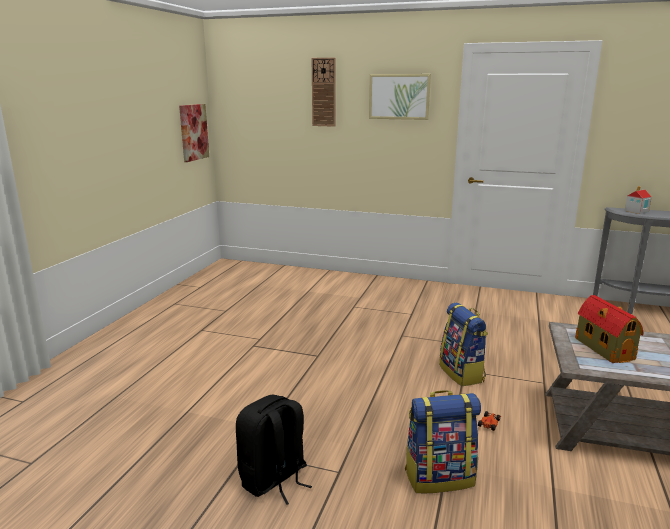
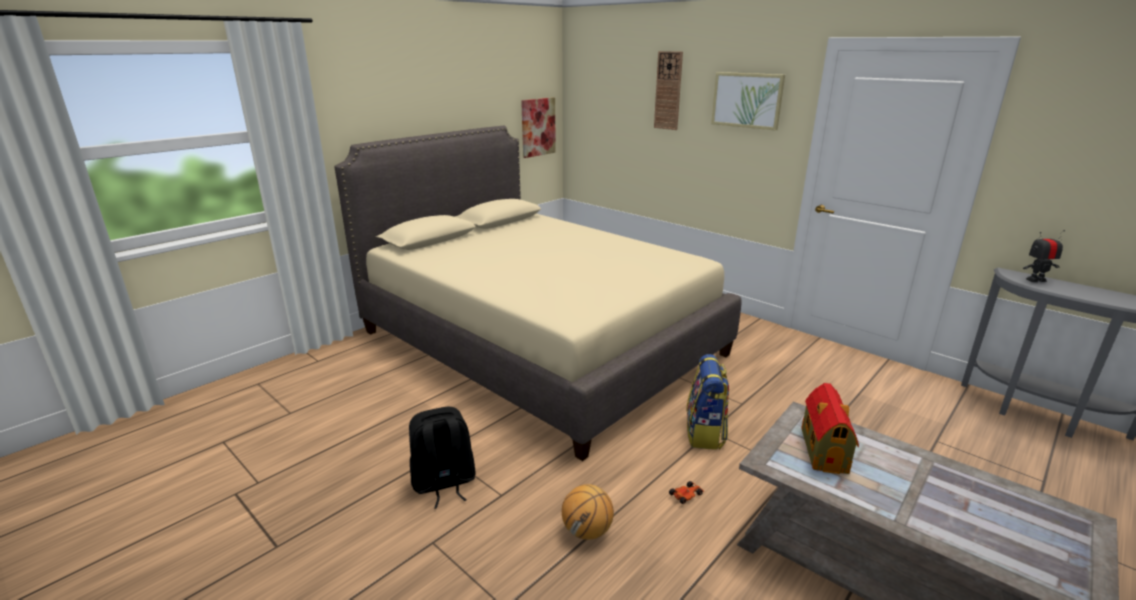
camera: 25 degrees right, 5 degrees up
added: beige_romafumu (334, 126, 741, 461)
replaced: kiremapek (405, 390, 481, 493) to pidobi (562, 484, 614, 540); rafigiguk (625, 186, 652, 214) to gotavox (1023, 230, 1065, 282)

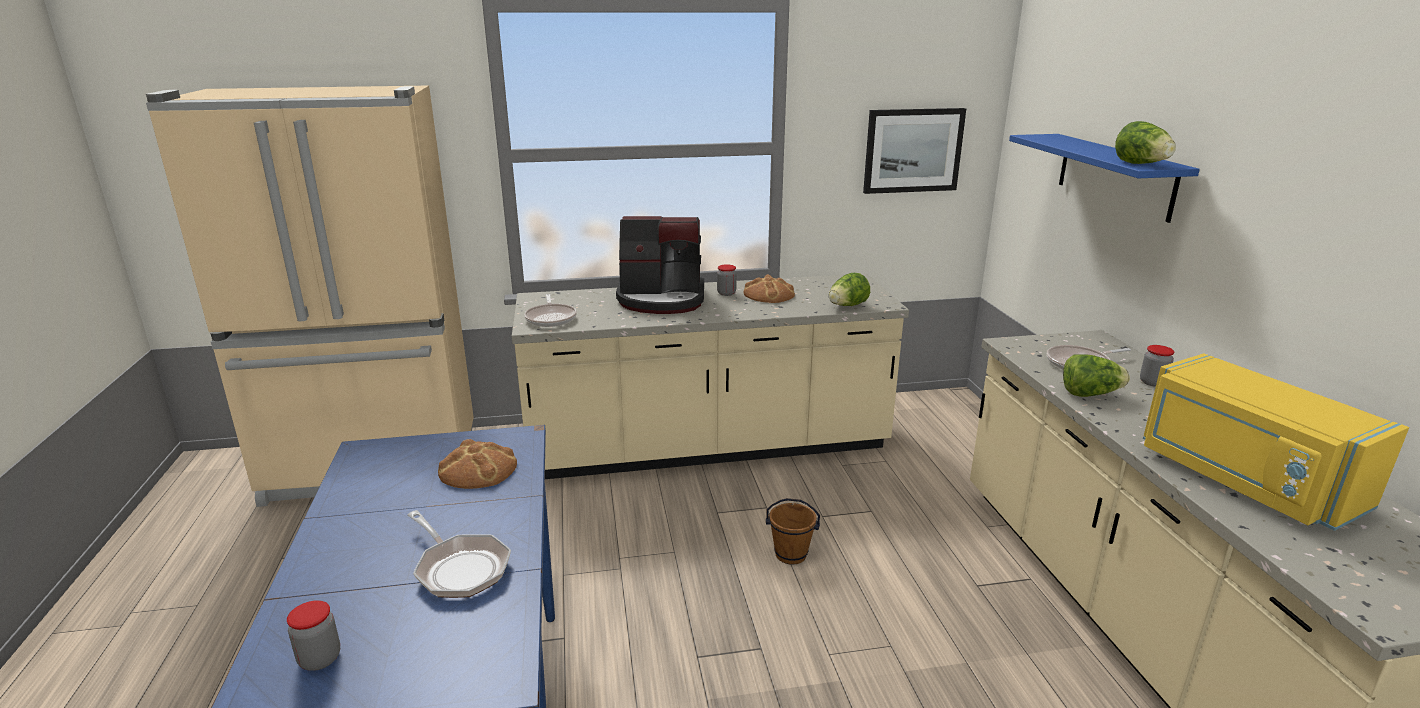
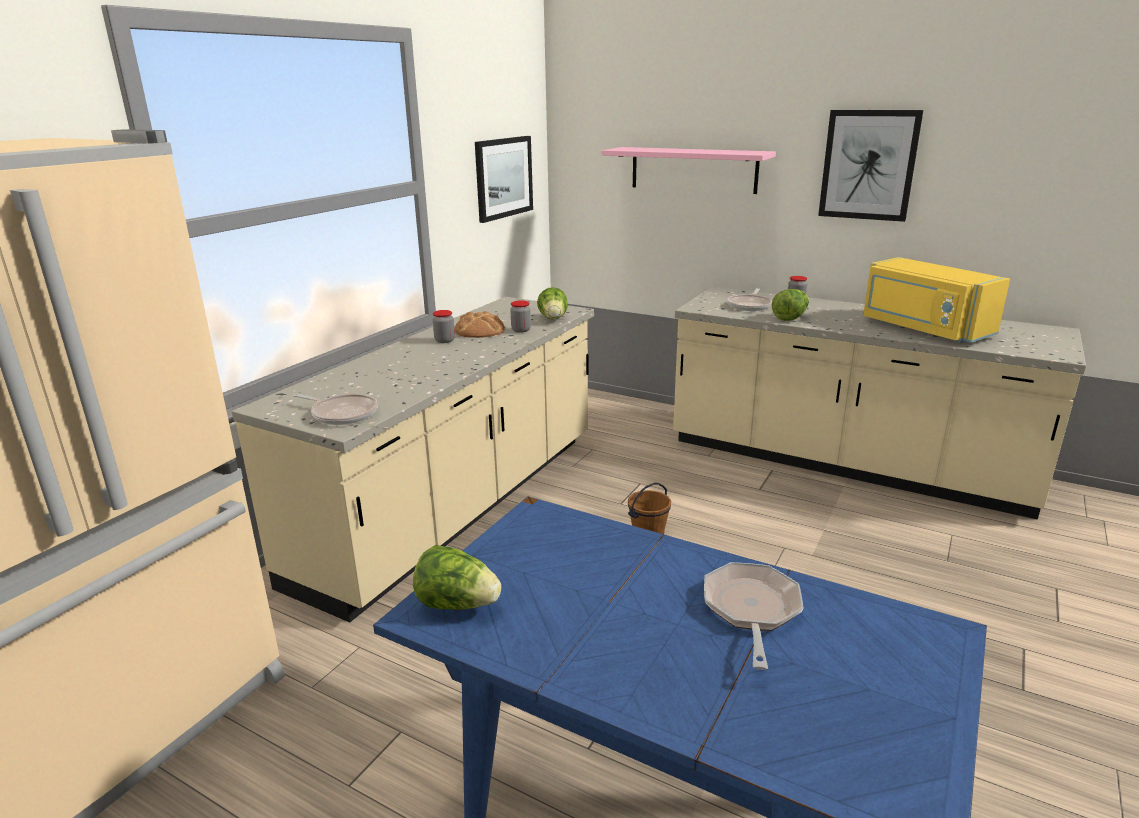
camera: 50 degrees left, 0 degrees up
removed: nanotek (438, 439, 517, 489); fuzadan (616, 216, 704, 314)
added: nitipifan (818, 110, 923, 222)
moved: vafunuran (287, 600, 340, 671) to (510, 301, 531, 333); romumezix (1115, 121, 1176, 164) to (413, 545, 501, 610)
recoloured: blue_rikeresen (1009, 134, 1200, 223) to pink_rikeresen (602, 147, 776, 194)
turned: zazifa (407, 510, 511, 598) = (704, 562, 803, 670) 75 degrees counterclockwise; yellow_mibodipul (1143, 353, 1409, 531) = (863, 257, 1010, 343) 45 degrees clockwise

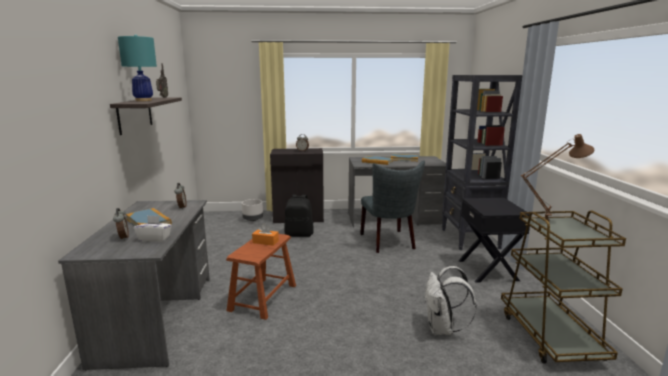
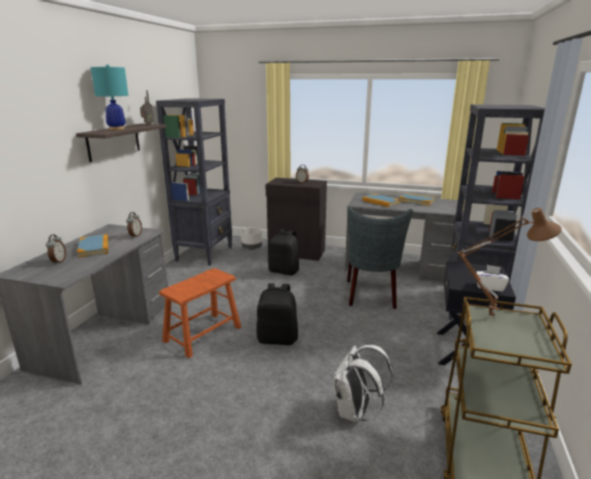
camera: 20 degrees right, 5 degrees up
removed: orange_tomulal (252, 224, 279, 246)
added: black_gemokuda (156, 98, 232, 266); black_kiremapek (257, 283, 298, 345)
moved: white_tomulal (134, 215, 172, 242) to (476, 265, 509, 292)

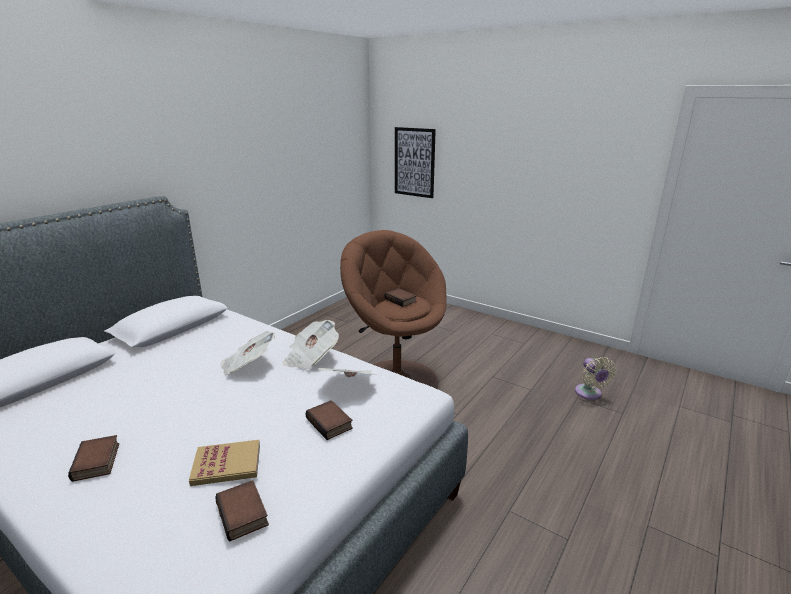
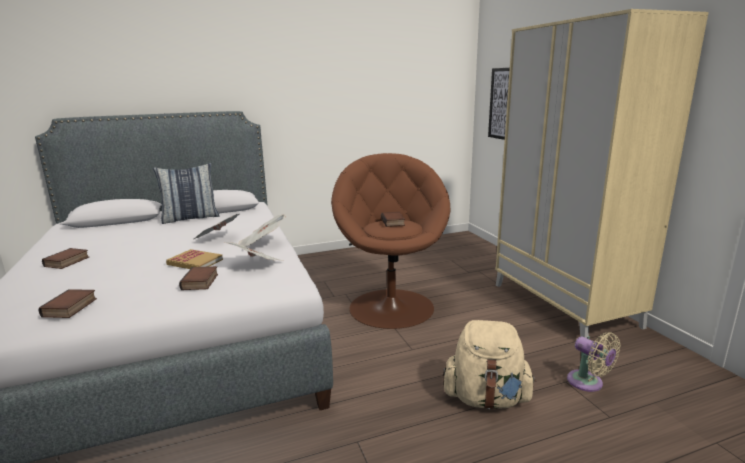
camera: 35 degrees right, 5 degrees down
added: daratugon (153, 163, 220, 224); beige_kiremapek (443, 320, 536, 409); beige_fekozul (495, 9, 709, 338)
moved: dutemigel (189, 440, 260, 486) to (166, 249, 223, 269)
turned: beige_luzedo (575, 357, 616, 400) = (567, 332, 620, 392) 60 degrees counterclockwise

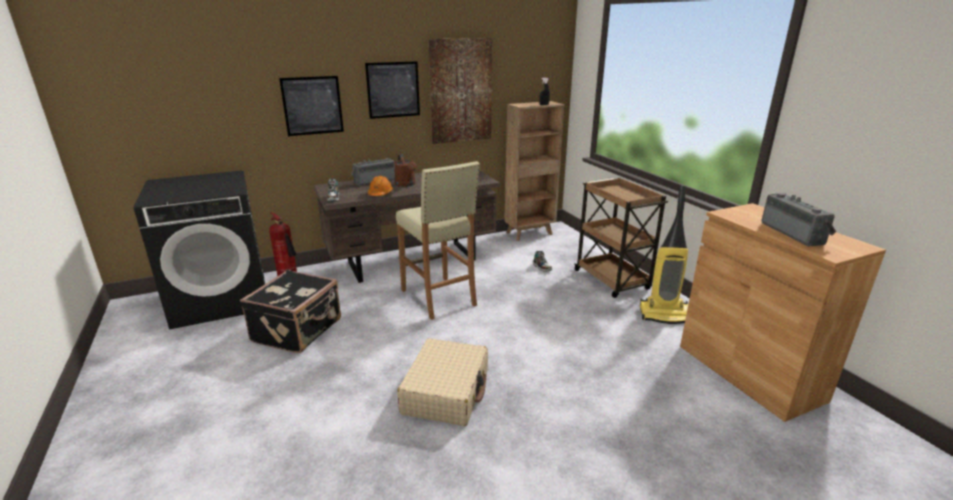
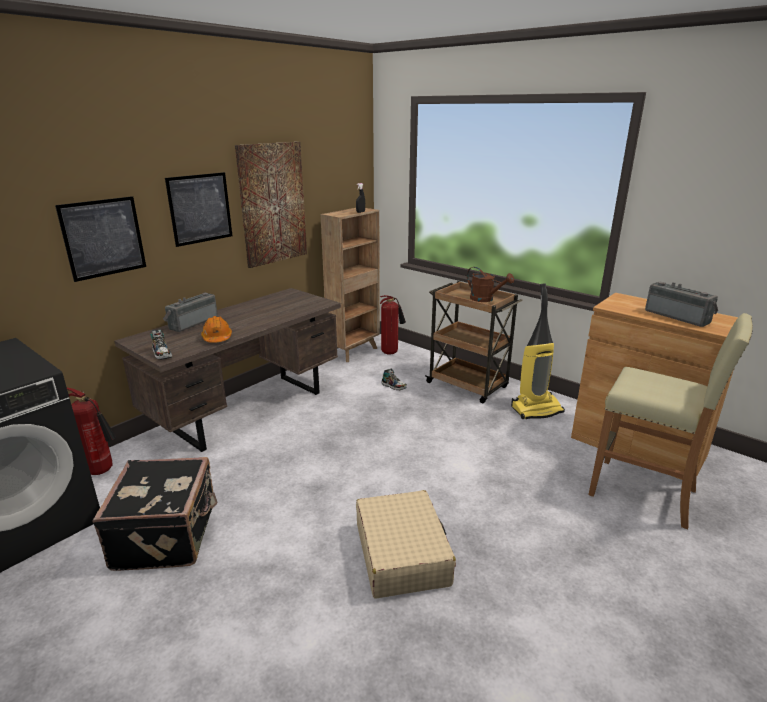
camera: 25 degrees left, 0 degrees up
added: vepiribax (380, 295, 406, 355)
moved: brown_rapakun (394, 154, 417, 187) to (467, 267, 514, 302); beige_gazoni (396, 161, 480, 320) to (588, 313, 753, 529)

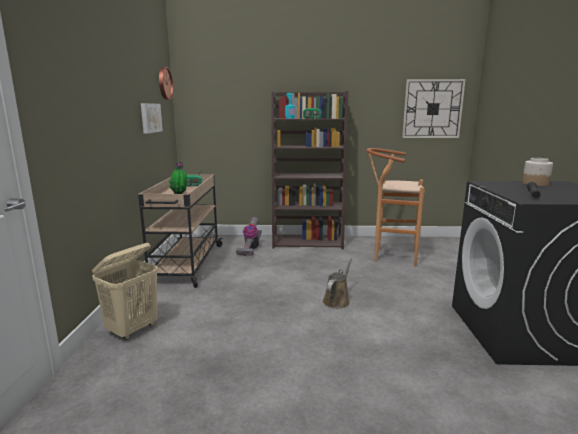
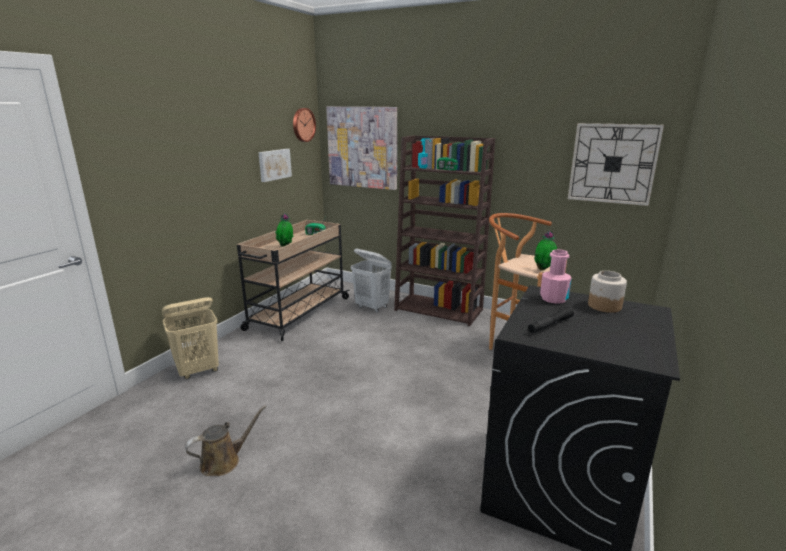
camera: 25 degrees right, 5 degrees up
added: nitipifan (326, 107, 397, 190); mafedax (534, 231, 557, 271); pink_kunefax (540, 249, 572, 304)
moved: brown_rapakun (323, 258, 352, 308) to (185, 405, 267, 476)
replaced: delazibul (236, 217, 262, 256) to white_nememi (351, 249, 392, 313)

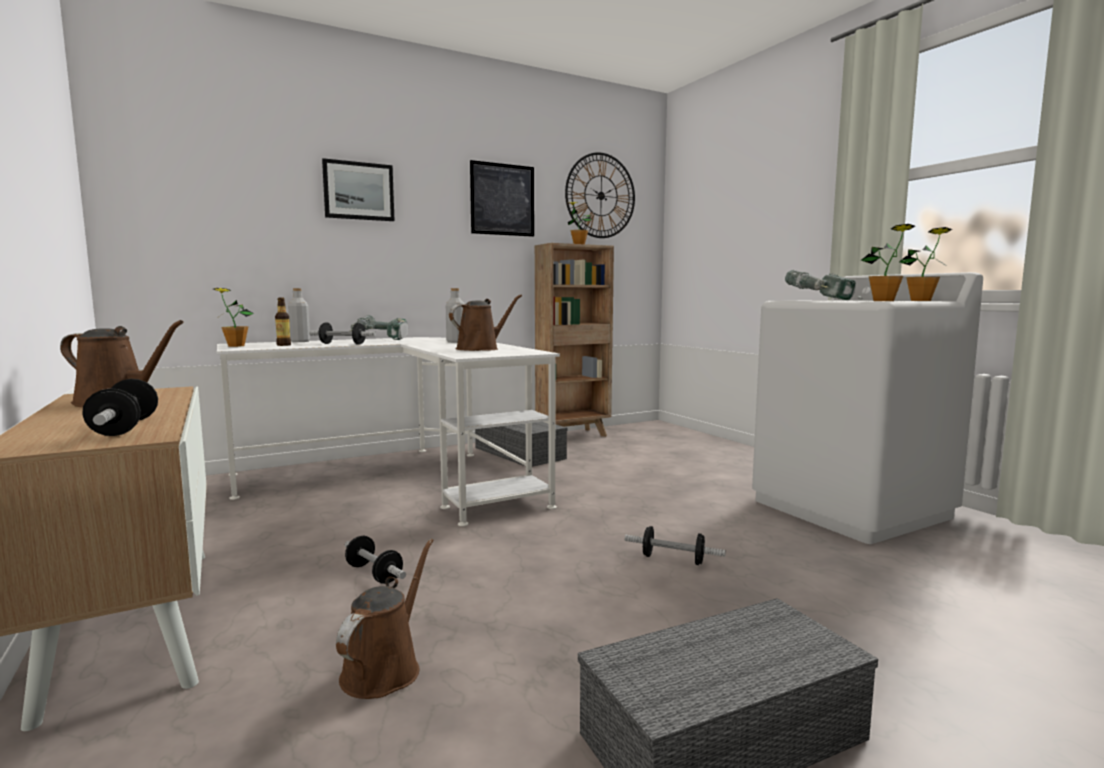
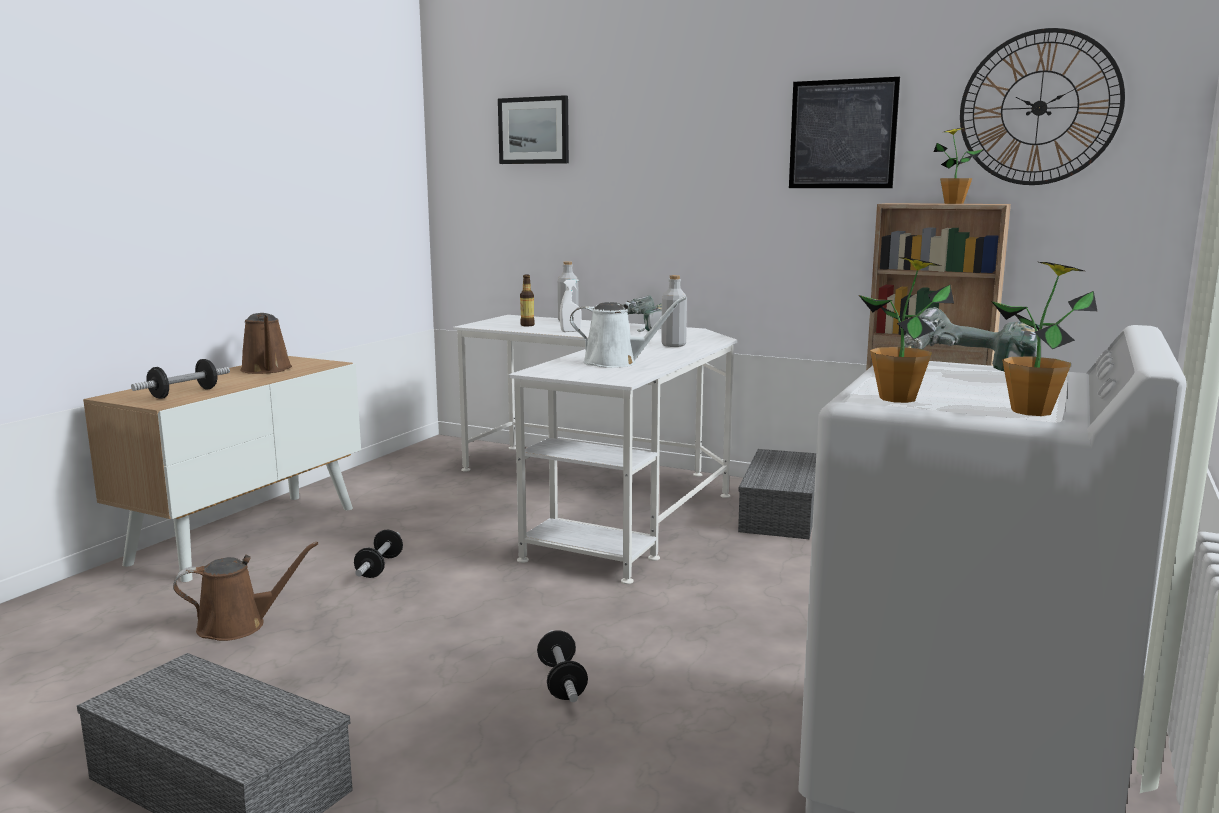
camera: 55 degrees right, 5 degrees up
removed: mafedax (213, 288, 254, 347)
moved: nitipifan (322, 158, 395, 221) to (498, 95, 569, 164)
replaced: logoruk (309, 322, 376, 345) to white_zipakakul (560, 279, 582, 332)
recoloured: brown_rapakun (449, 295, 522, 351) to white_rapakun (570, 296, 687, 368)

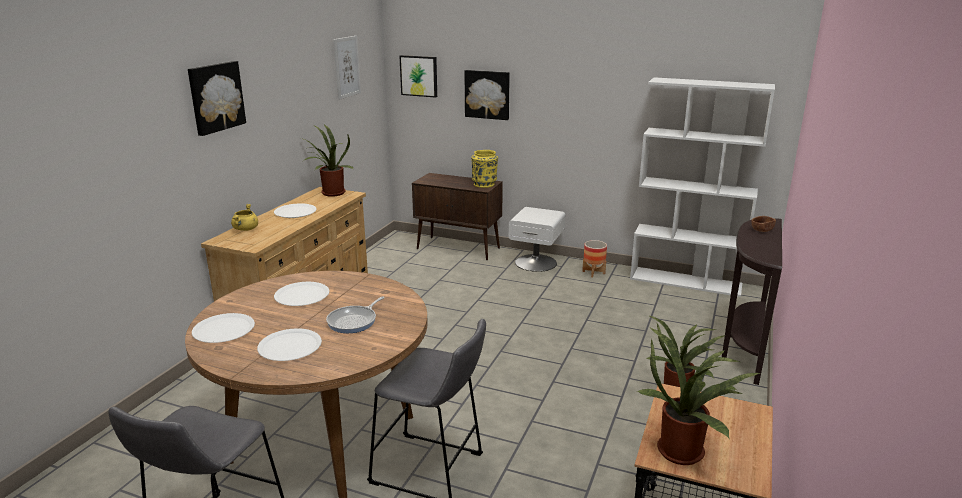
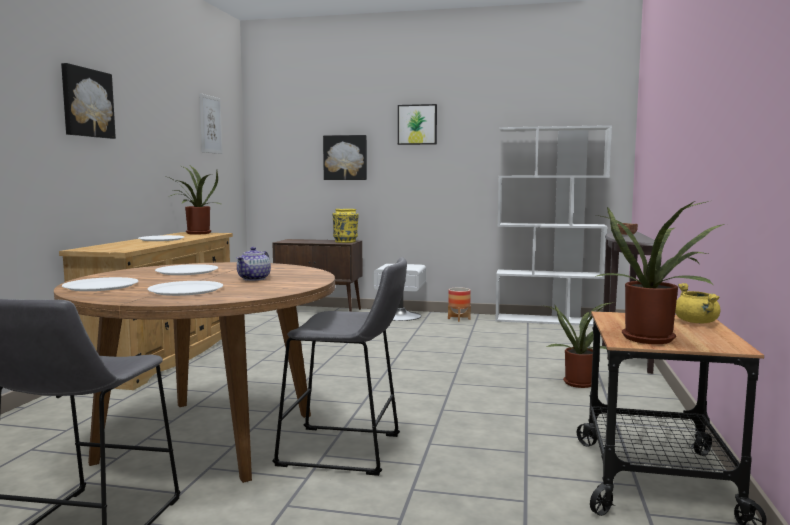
camera: 10 degrees left, 15 degrees down
moved: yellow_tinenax (231, 204, 258, 231) to (675, 283, 720, 323); nitipifan (399, 55, 437, 98) to (398, 104, 437, 145)
replaced: zazifa (326, 296, 385, 333) to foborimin (237, 247, 271, 281)

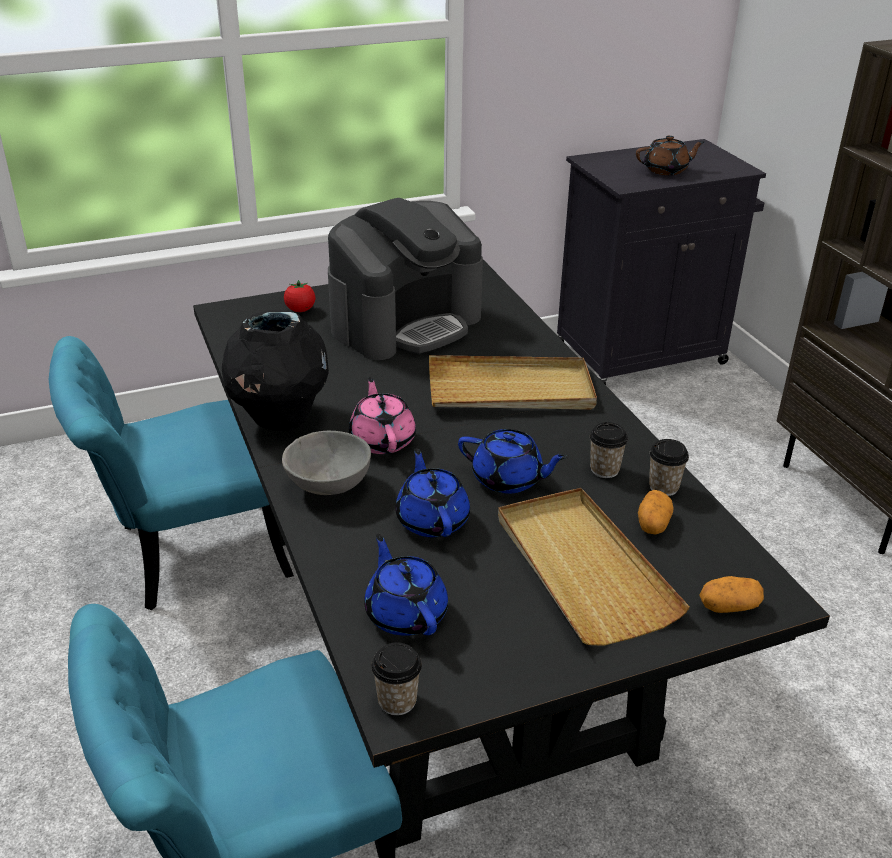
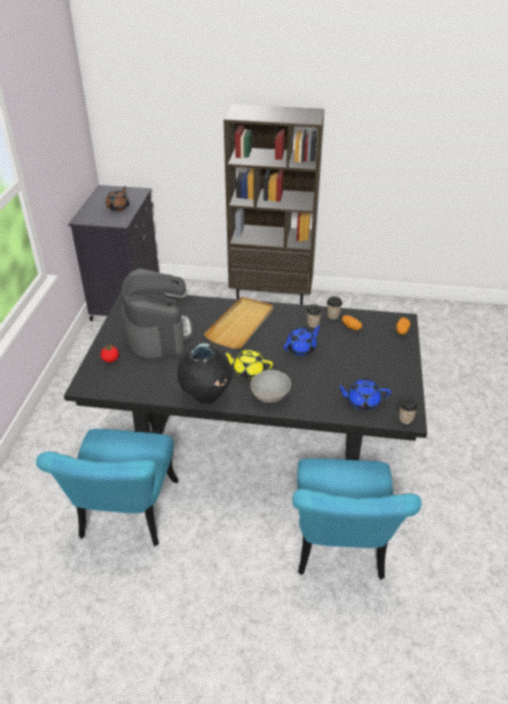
camera: 60 degrees left, 5 degrees up
removed: blue_foborimin (395, 448, 470, 537); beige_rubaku (498, 488, 690, 646)
recoloured: pink_foborimin (349, 377, 416, 454) to yellow_foborimin (223, 349, 273, 379)

